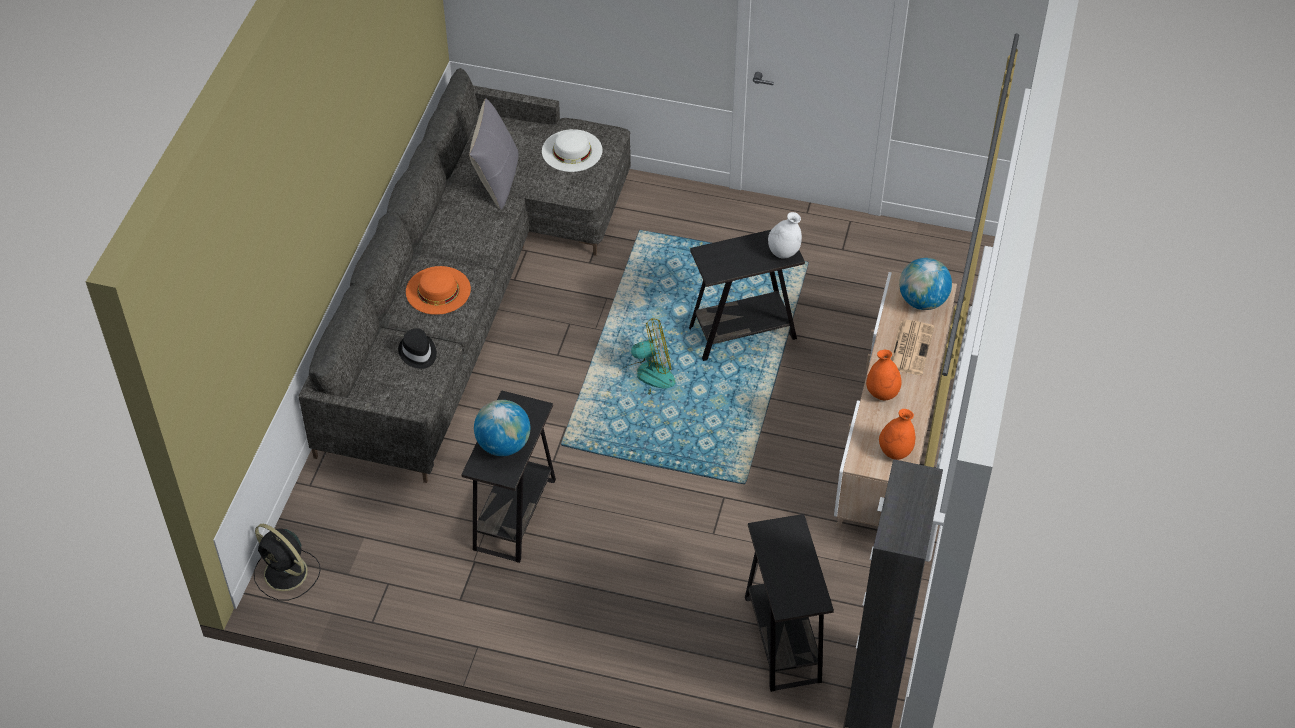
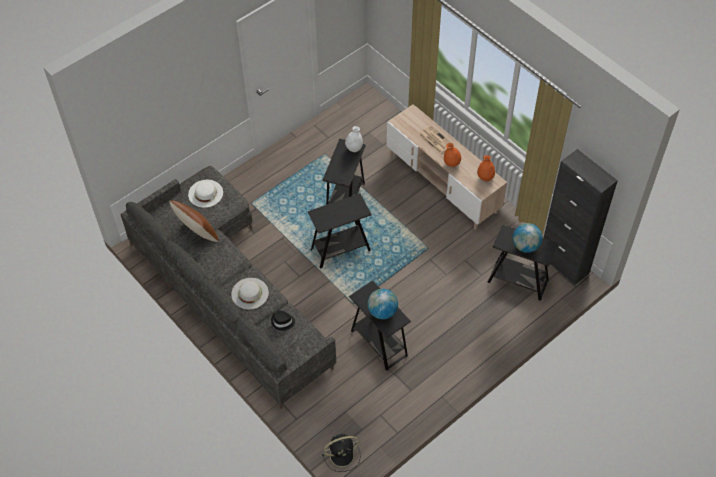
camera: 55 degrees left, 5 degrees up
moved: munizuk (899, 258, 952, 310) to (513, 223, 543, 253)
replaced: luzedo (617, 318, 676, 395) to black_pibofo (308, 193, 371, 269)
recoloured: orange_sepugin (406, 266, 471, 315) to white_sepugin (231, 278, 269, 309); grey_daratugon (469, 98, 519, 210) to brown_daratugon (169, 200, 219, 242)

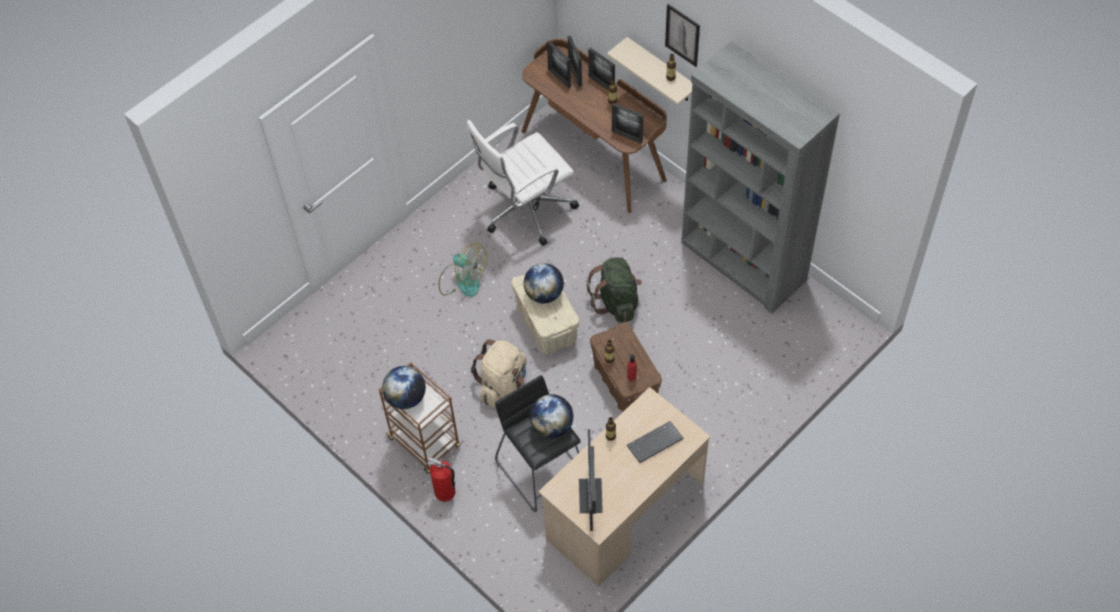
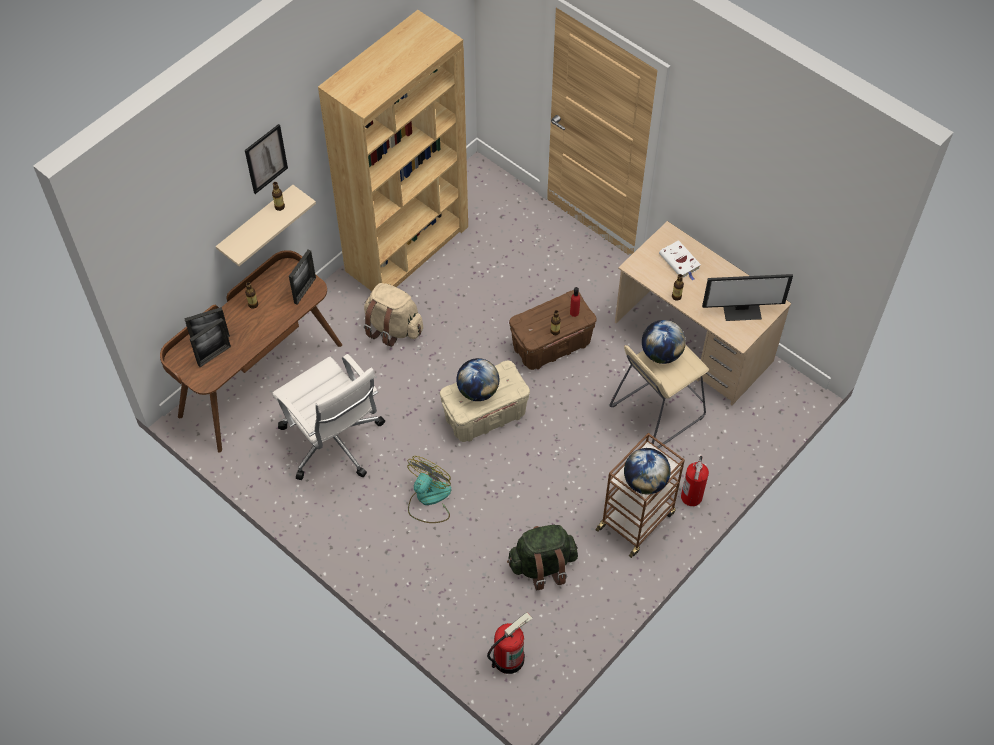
camera: 95 degrees left, 0 degrees up
removed: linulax (588, 48, 615, 90)
added: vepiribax (487, 612, 533, 674)
moved: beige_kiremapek (470, 340, 527, 407) to (364, 283, 423, 347); green_kiremapek (586, 257, 642, 323) to (507, 524, 578, 590)
replaced: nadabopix (627, 421, 684, 463) to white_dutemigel (659, 240, 701, 281)
recoloured: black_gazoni (495, 375, 581, 512) to beige_gazoni (609, 344, 709, 448); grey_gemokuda (681, 41, 840, 314) to brown_gemokuda (318, 10, 468, 291)

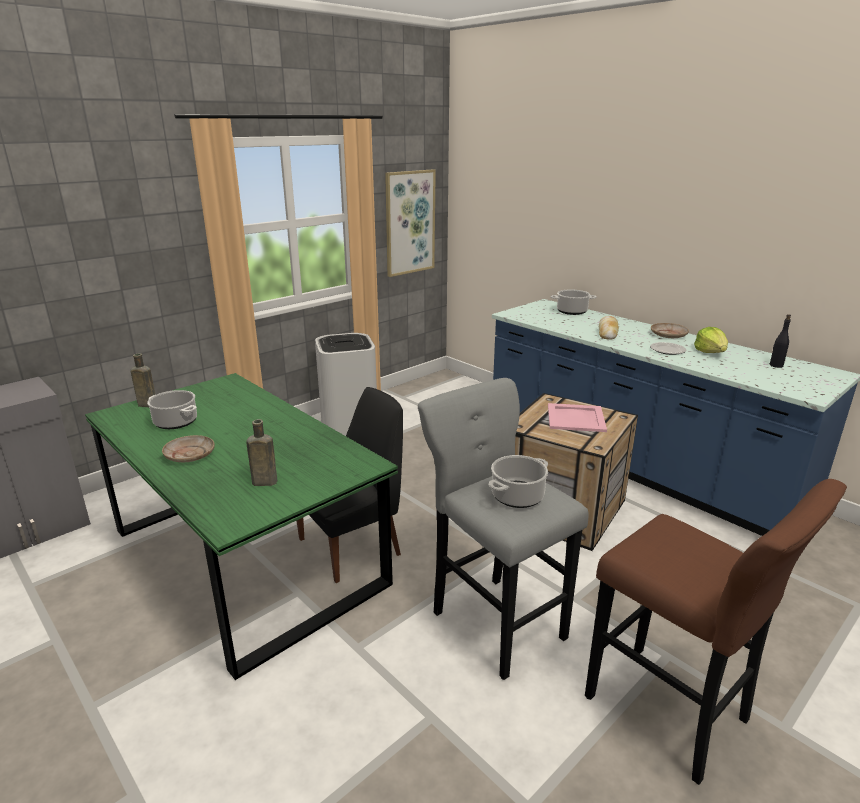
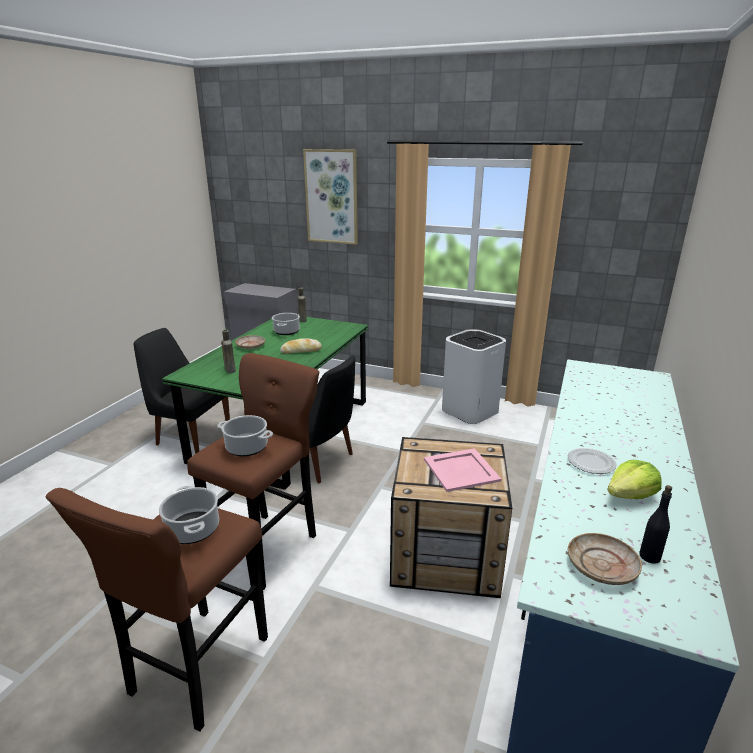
camera: 65 degrees right, 0 degrees up
added: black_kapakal (134, 328, 230, 454)
moved: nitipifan (385, 169, 436, 277) to (303, 149, 358, 245); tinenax (551, 289, 597, 315) to (159, 486, 219, 544); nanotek (599, 316, 619, 340) to (280, 339, 322, 354); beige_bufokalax (651, 323, 689, 338) to (568, 533, 642, 585)
recoloured: grey_gazoni (418, 378, 589, 680) to brown_gazoni (187, 353, 319, 590)

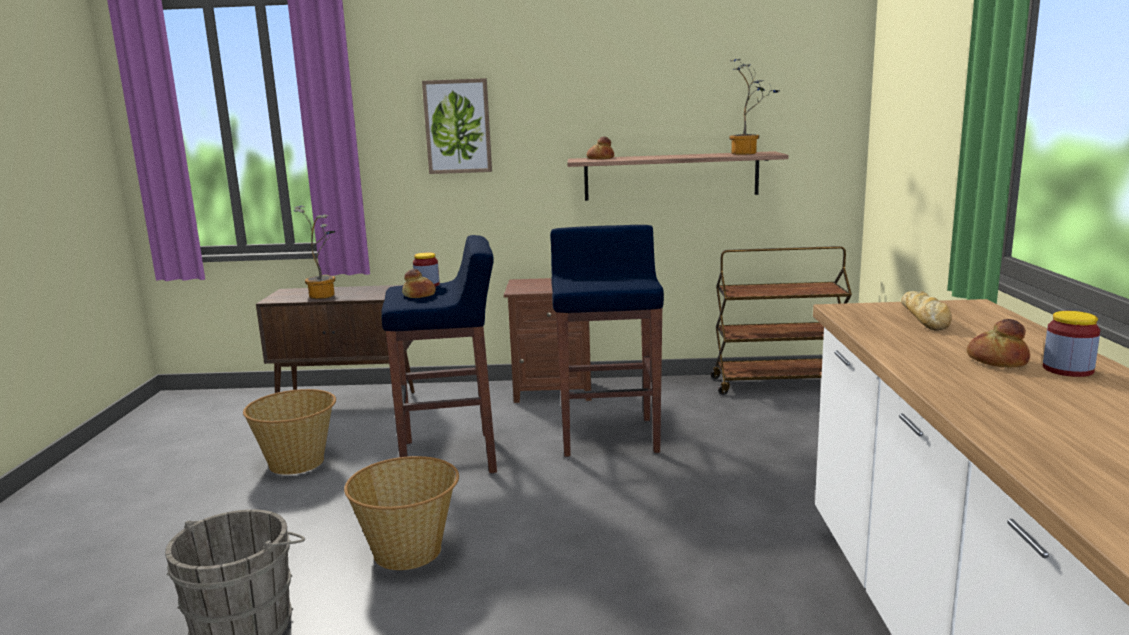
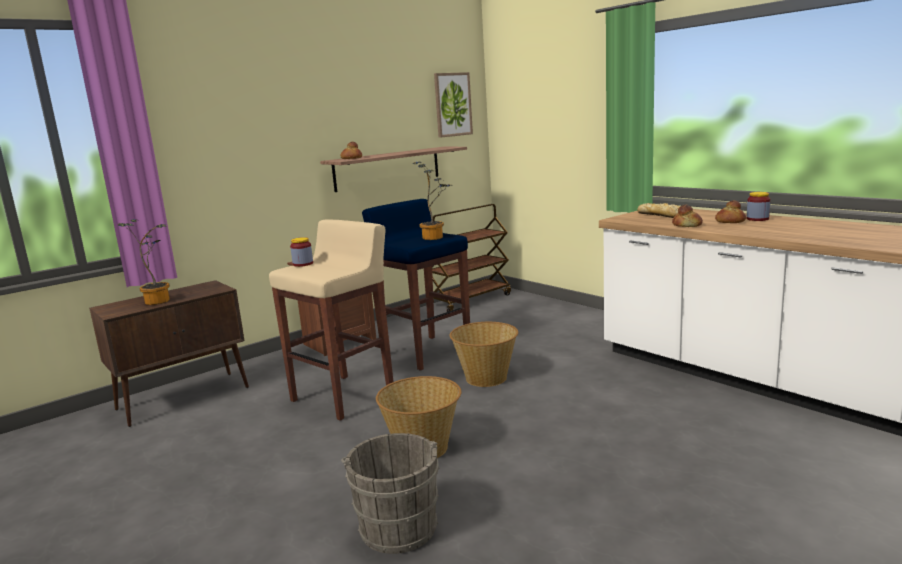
camera: 40 degrees left, 0 degrees up
moved: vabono (243, 389, 336, 475) to (450, 322, 518, 387); nanotek (402, 269, 436, 298) to (672, 205, 703, 227); nitipifan (422, 78, 492, 174) to (434, 72, 473, 138); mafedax (729, 59, 780, 154) to (412, 162, 450, 240)
recoloured: blue_gazoni (382, 235, 497, 473) to beige_gazoni (269, 220, 394, 420)

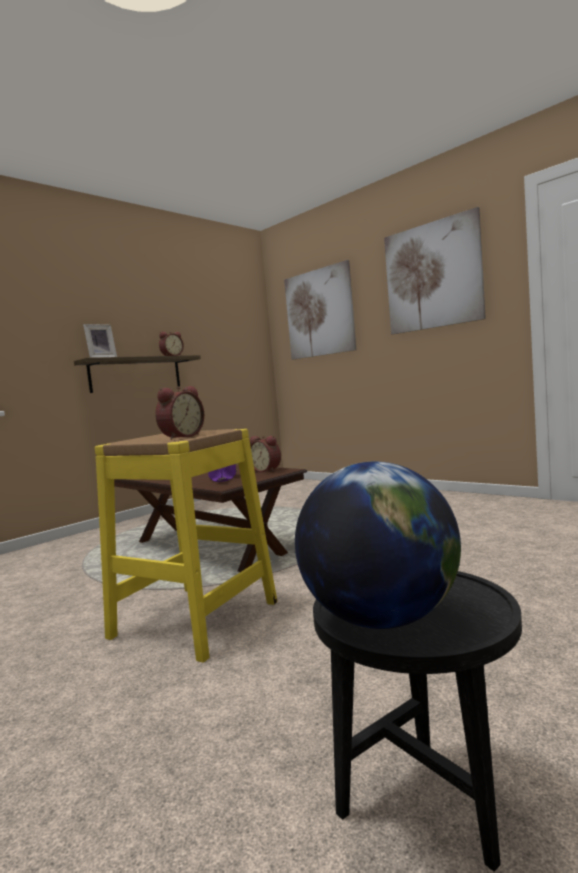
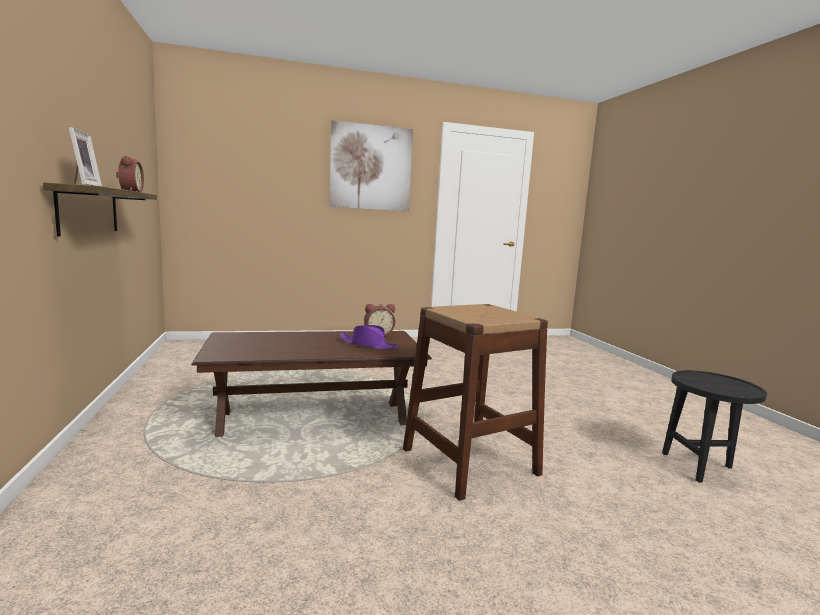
camera: 60 degrees left, 5 degrees up
removed: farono (155, 386, 204, 440); nitipifan (284, 260, 356, 360); munizuk (295, 462, 461, 629)
recoloured: yellow_gazoni (95, 429, 278, 663) to brown_gazoni (403, 304, 548, 501)

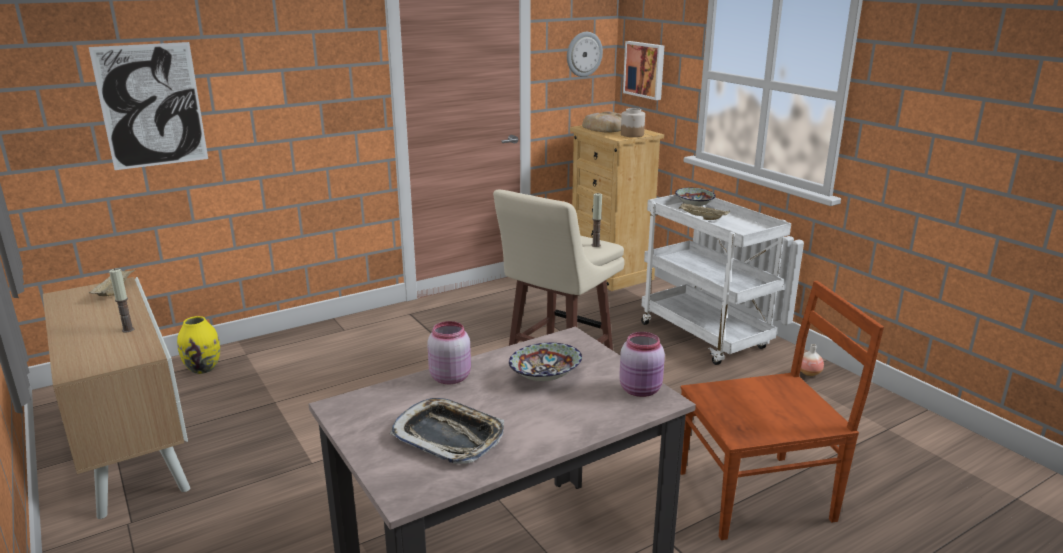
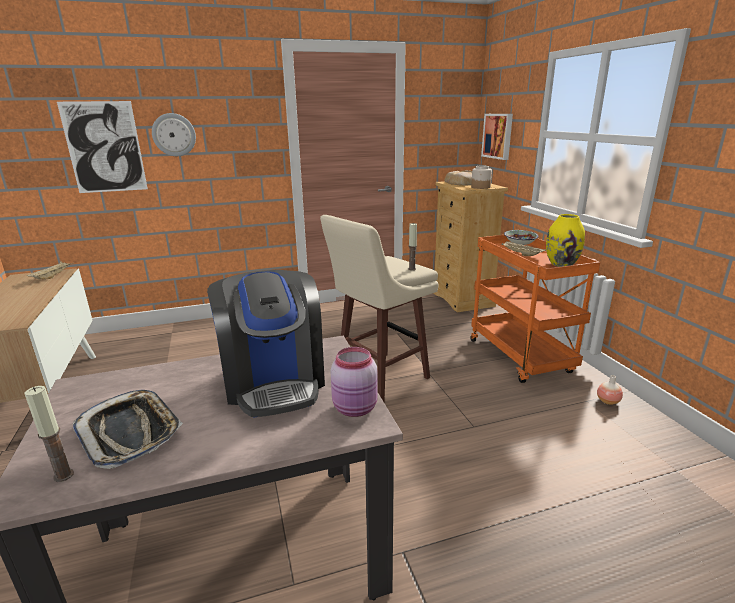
camera: 15 degrees right, 0 degrees up
removed: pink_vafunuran (427, 321, 471, 384); brown_kapakal (680, 281, 884, 540)
moved: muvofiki (109, 269, 134, 333) to (24, 386, 74, 482); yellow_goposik (177, 316, 220, 374) to (546, 214, 585, 267); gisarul (567, 32, 603, 77) to (152, 113, 196, 156)
replaced: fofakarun (509, 343, 582, 381) to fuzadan (207, 270, 325, 417)
recoloured: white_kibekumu (641, 194, 791, 365) to orange_kibekumu (470, 235, 600, 383)

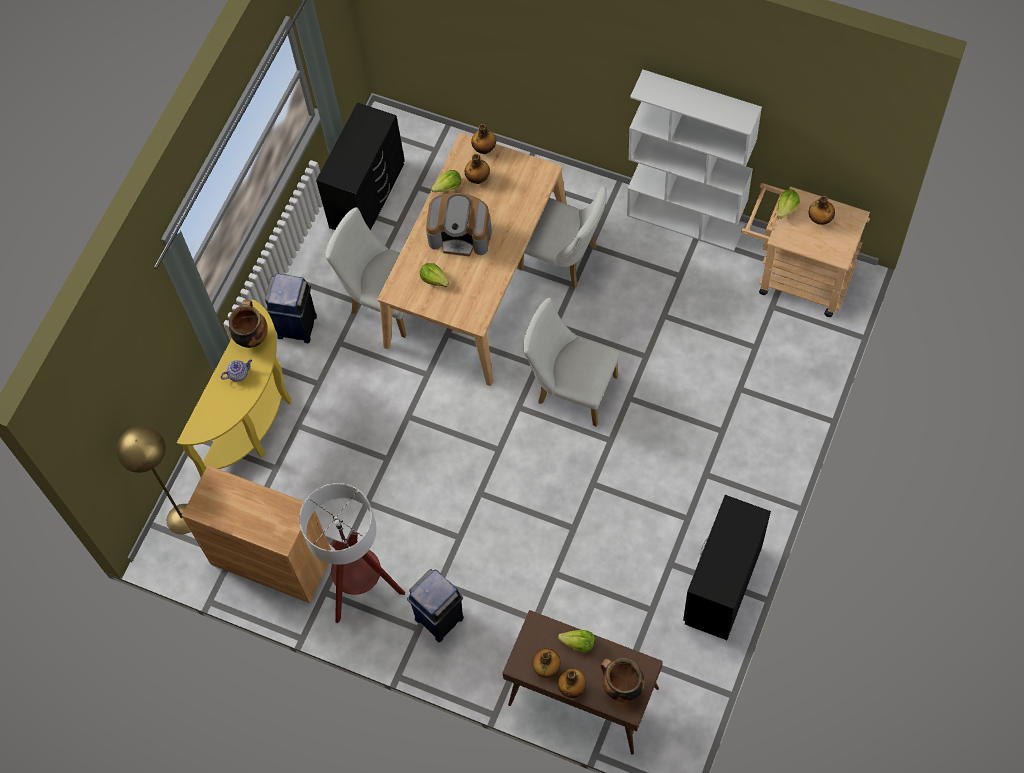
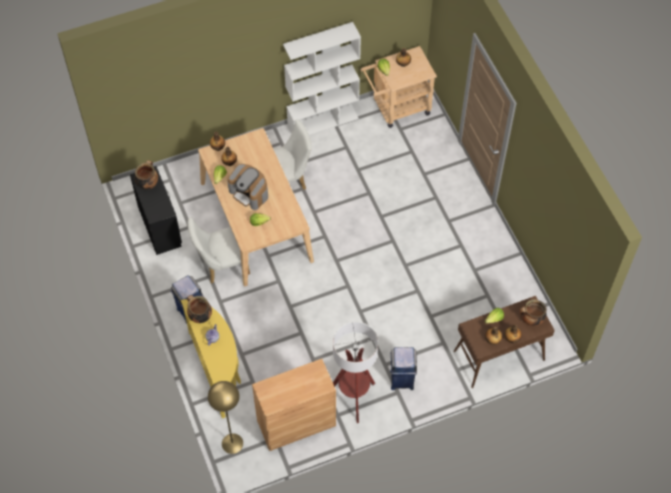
camera: 50 degrees left, 5 degrees down
removed: white_kapakal (523, 298, 620, 427); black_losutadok (683, 495, 771, 640)
added: tinenax (135, 160, 158, 190)
turned: fuzadan (426, 193, 492, 257) = (228, 164, 268, 210) 75 degrees clockwise

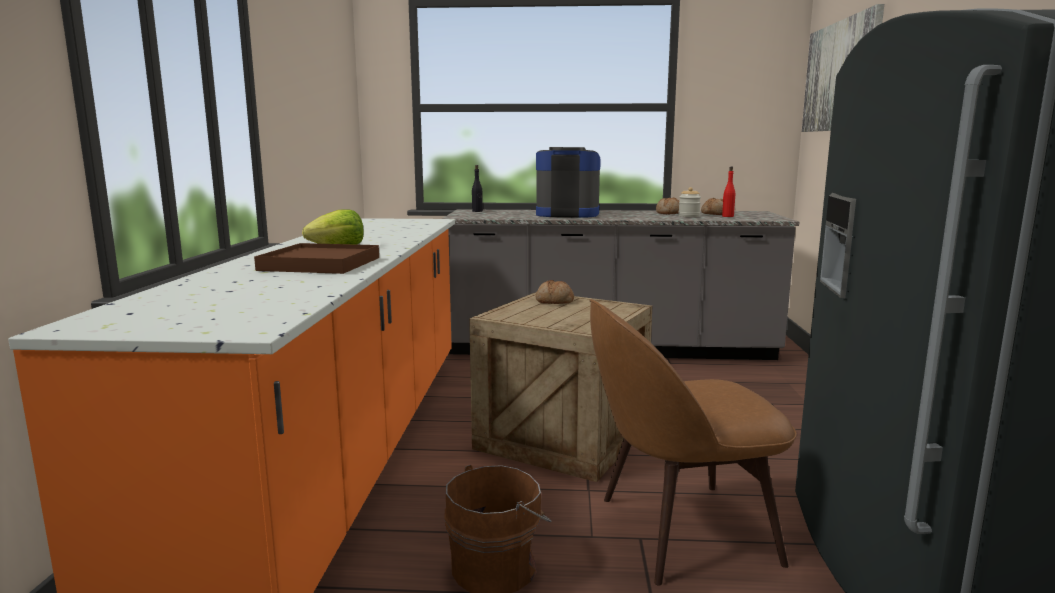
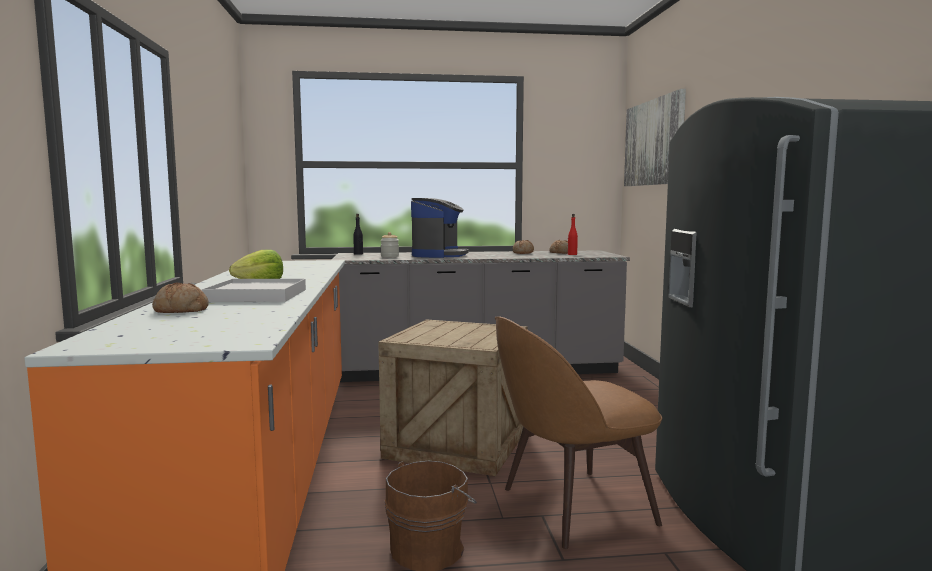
camera: 10 degrees left, 5 degrees down
moved: nanotek (535, 280, 574, 304) to (152, 283, 209, 313); vafunuran (678, 187, 701, 217) to (380, 232, 399, 257)
recoloured: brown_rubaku (254, 243, 379, 274) to white_rubaku (202, 279, 306, 302)
turned: fuzadan (536, 147, 601, 218) = (411, 198, 469, 258) 105 degrees clockwise

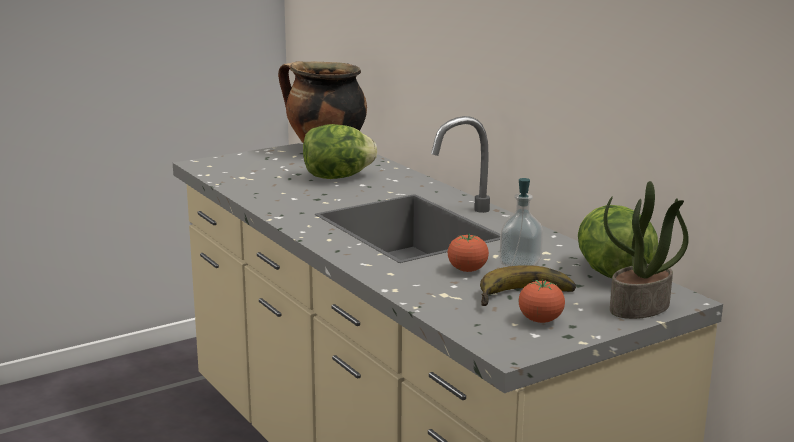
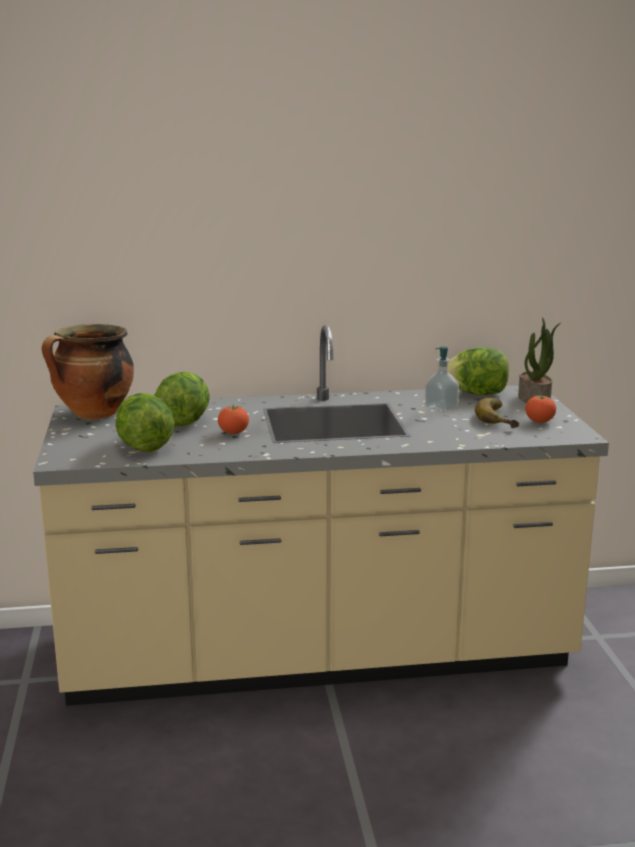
camera: 65 degrees left, 0 degrees up
added: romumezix (116, 393, 174, 452)
moved: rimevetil (448, 233, 489, 272) to (218, 406, 249, 434)

